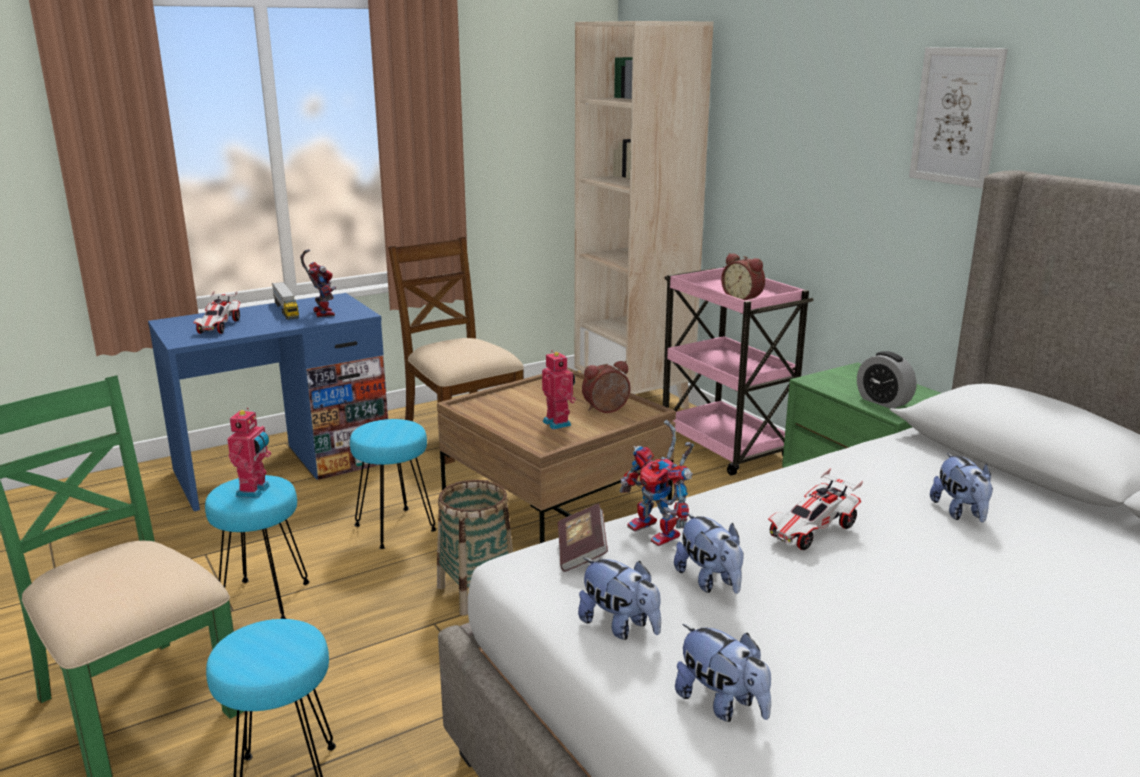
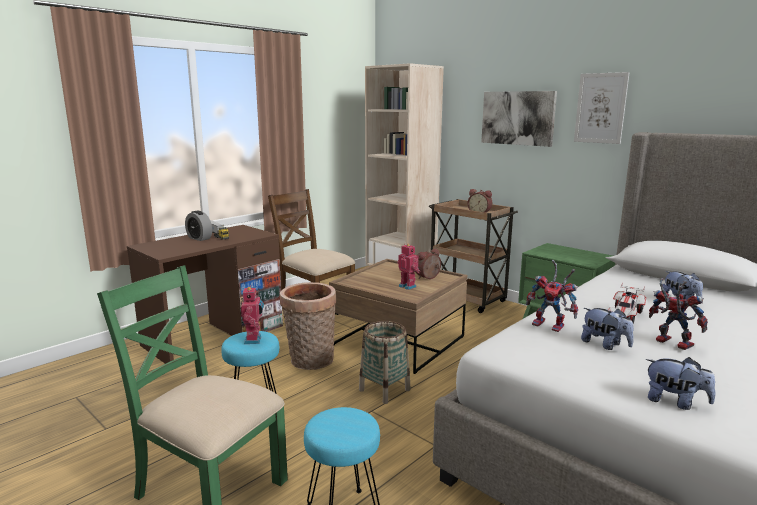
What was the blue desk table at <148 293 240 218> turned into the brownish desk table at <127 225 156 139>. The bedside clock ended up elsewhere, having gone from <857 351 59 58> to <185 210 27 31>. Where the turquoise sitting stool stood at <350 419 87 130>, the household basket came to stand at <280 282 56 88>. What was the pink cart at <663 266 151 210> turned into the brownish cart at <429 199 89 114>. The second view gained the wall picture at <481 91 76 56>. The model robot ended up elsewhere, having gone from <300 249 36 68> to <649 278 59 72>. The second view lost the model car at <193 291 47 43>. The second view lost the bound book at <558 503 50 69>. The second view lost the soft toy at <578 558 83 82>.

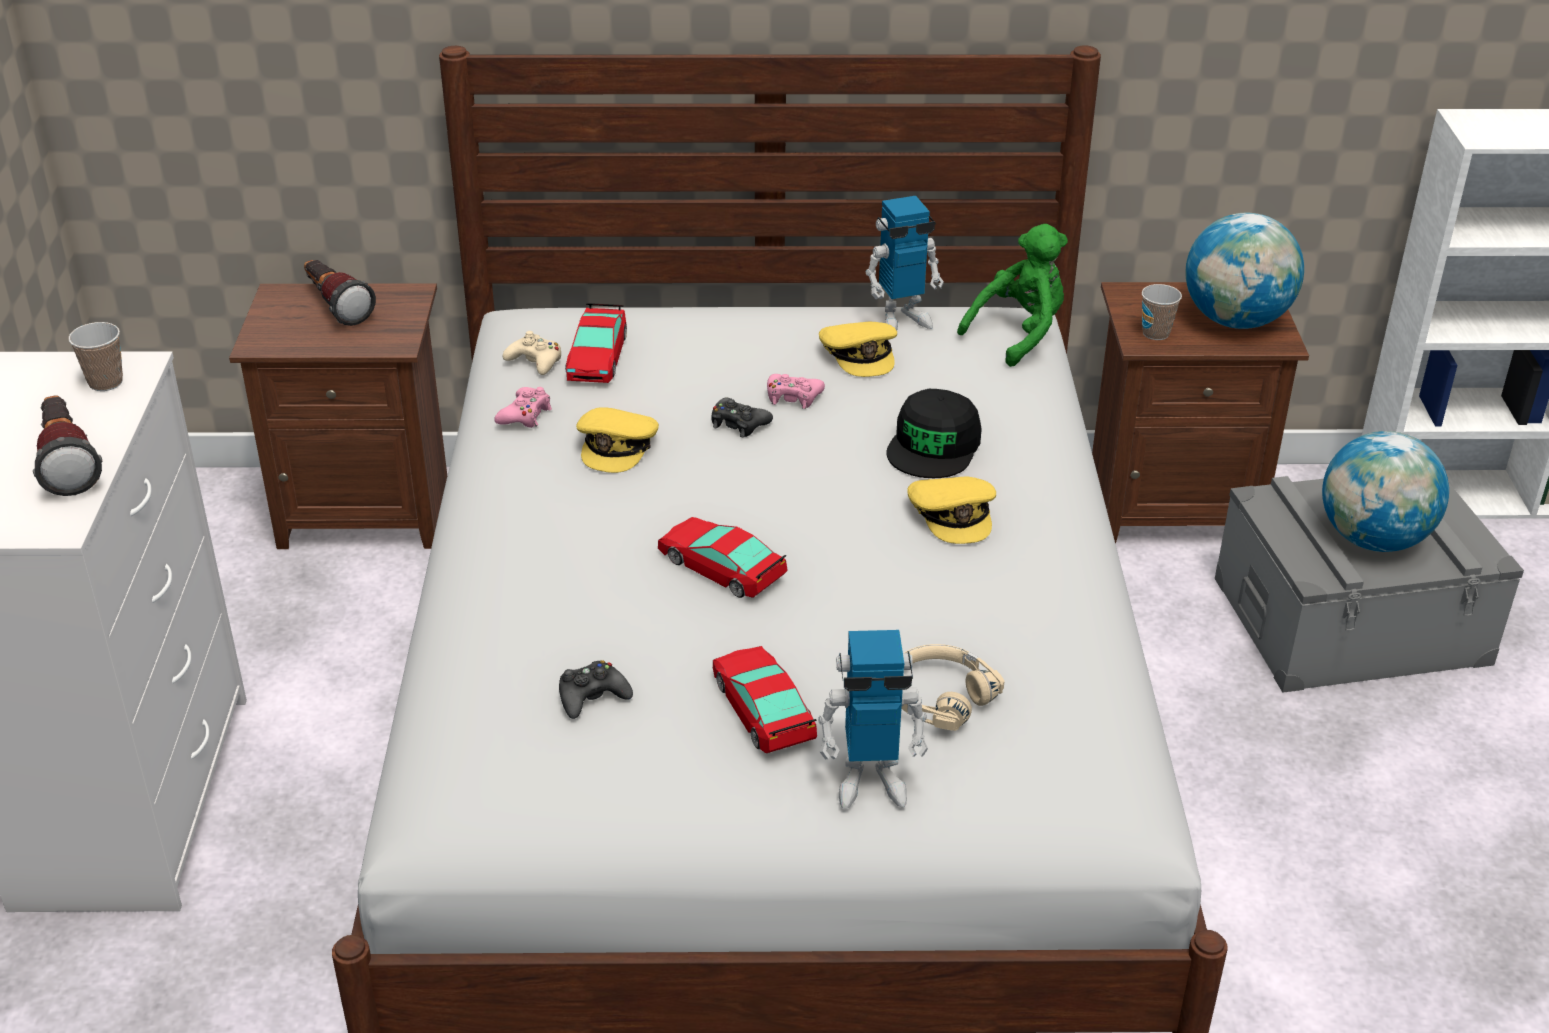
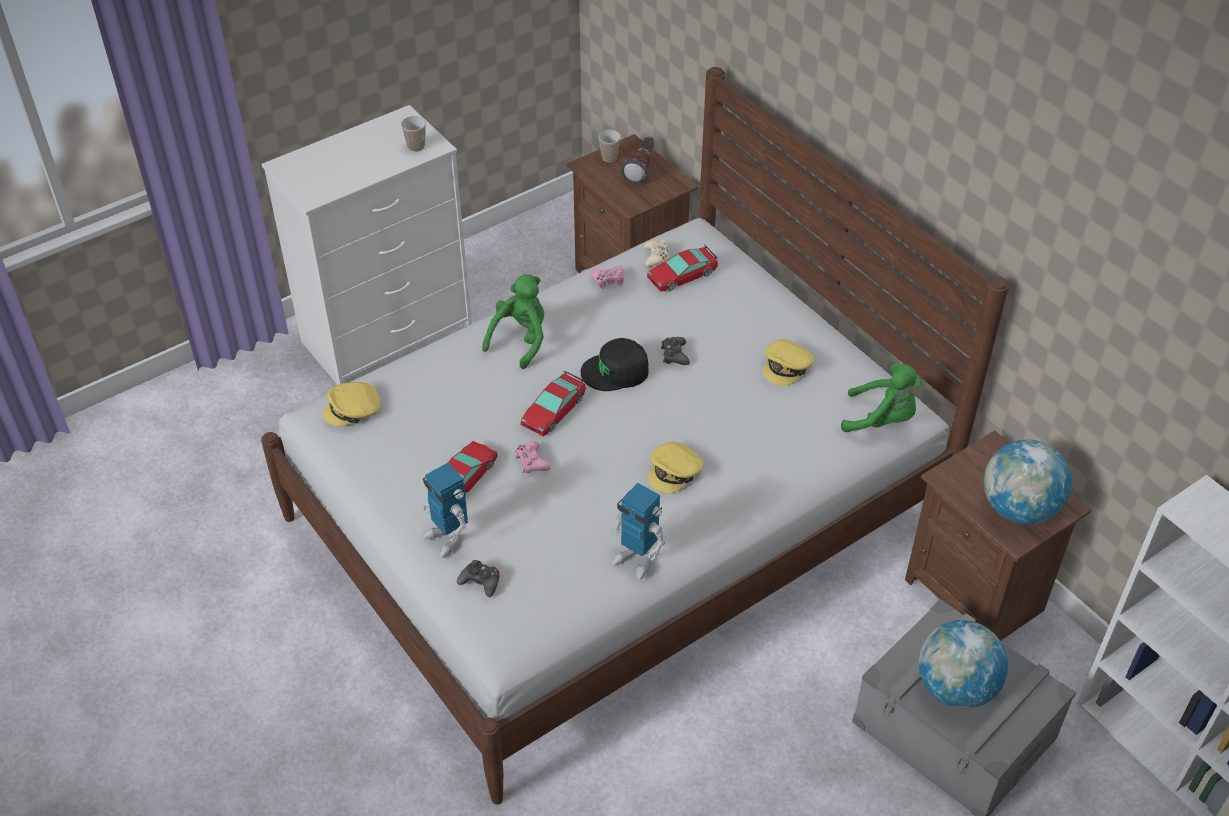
The yellow cap ended up elsewhere, having gone from <576 407 83 66> to <323 382 57 44>. The blackish gamepad ended up elsewhere, having gone from <559 660 74 59> to <457 560 43 37>. The second view gained the green soft toy at <482 274 62 95>. The pink gamepad ended up elsewhere, having gone from <767 374 58 35> to <515 441 35 32>. The model car at <658 517 130 81> ended up facing another way, 150 degrees counterclockwise from before. The blackish cap ended up elsewhere, having gone from <886 389 96 89> to <581 338 68 53>. The drinking cup ended up elsewhere, having gone from <1142 284 40 56> to <598 130 23 32>. The model robot ended up elsewhere, having gone from <866 196 78 135> to <609 483 56 97>. The second view lost the hand torch at <33 395 69 101>. The second view lost the beige-coloured headphones at <901 644 104 87>.

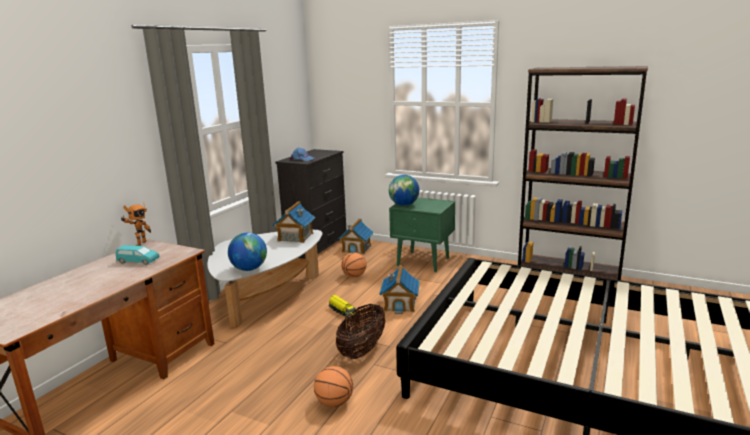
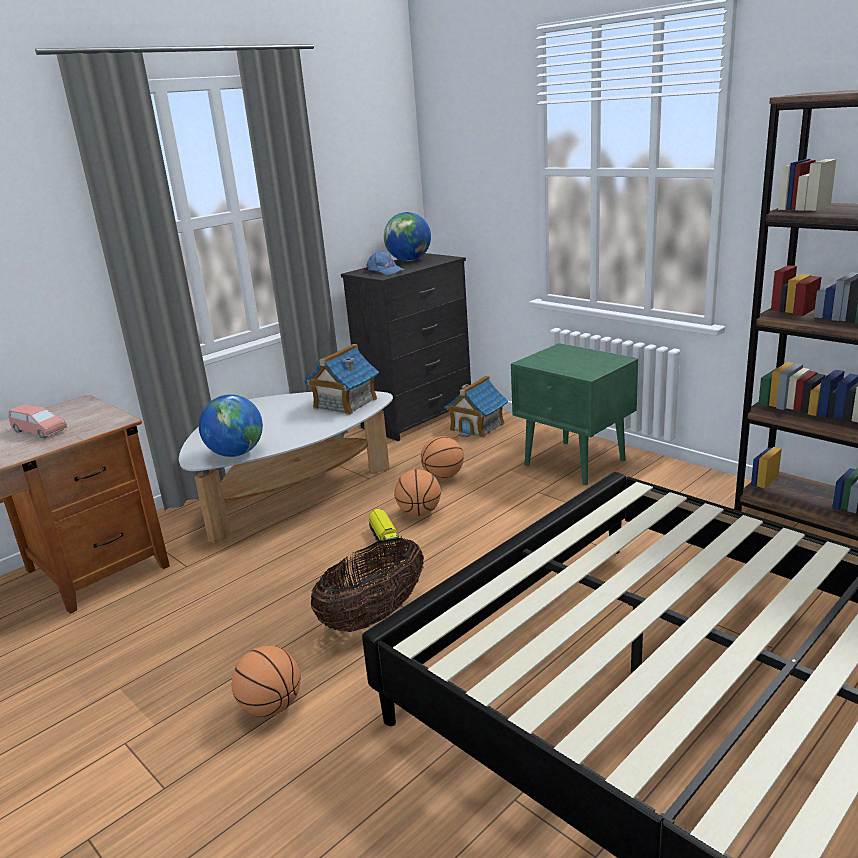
What was the turquoise model car at <116 245 43 20> turned into the pink model car at <9 404 58 35>. The globe ended up elsewhere, having gone from <389 175 30 31> to <384 212 47 49>. The second view gained the ball for basketball at <394 469 47 47>. The second view lost the model robot at <121 204 30 42>. The second view lost the miniature house at <379 265 41 49>.

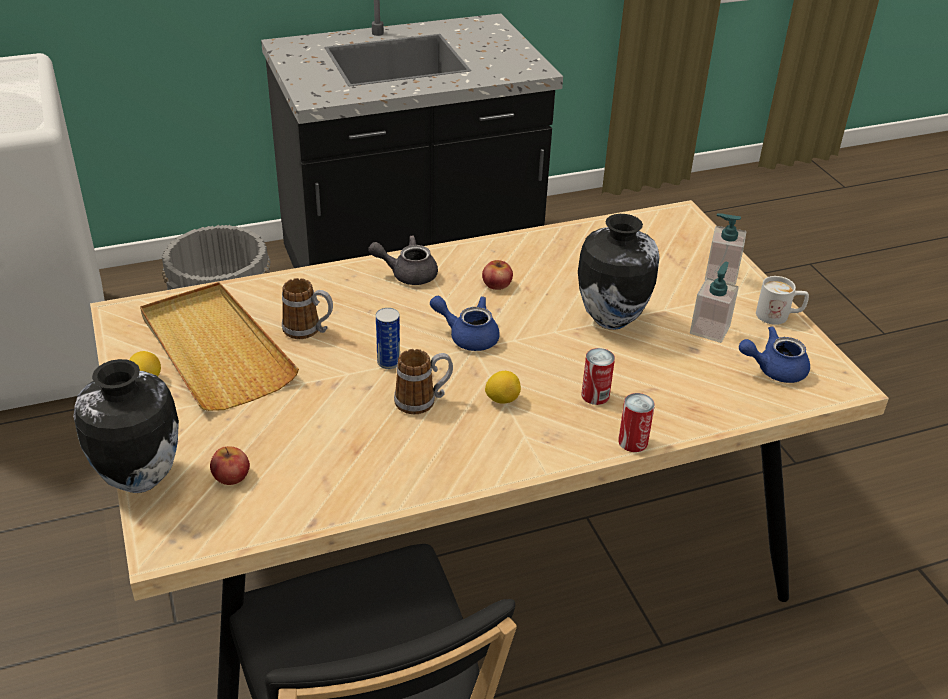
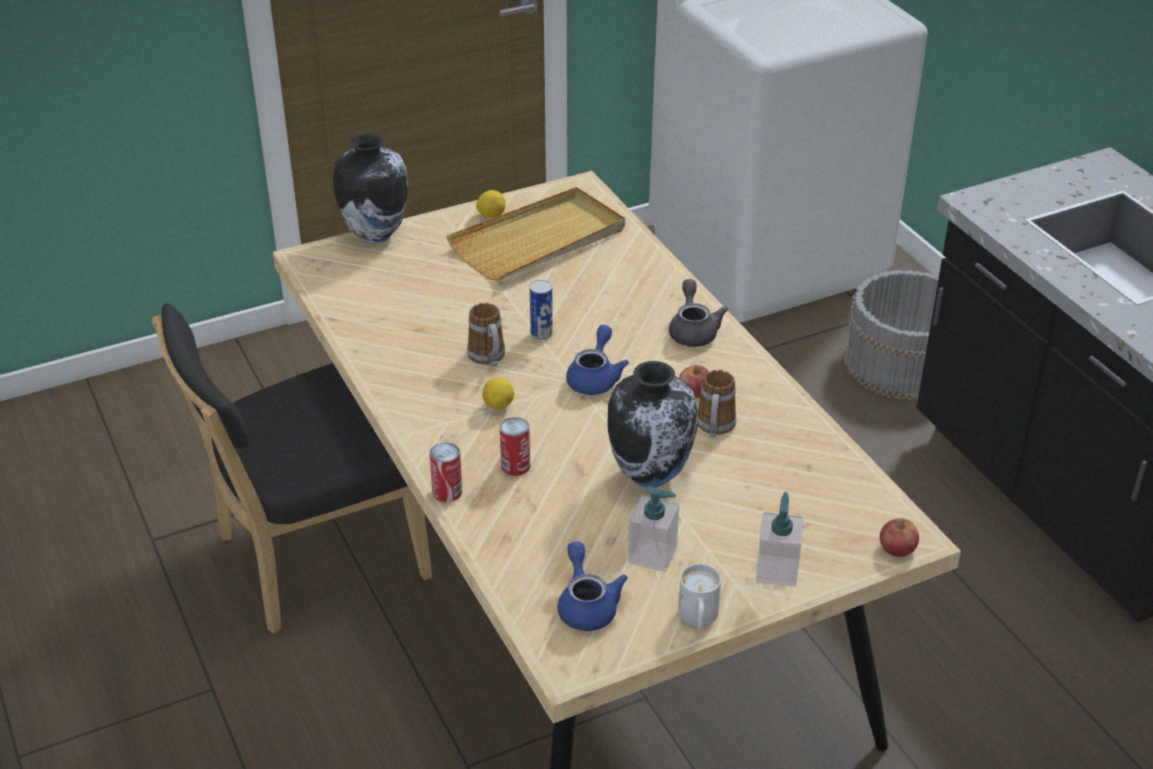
The tea mug ended up elsewhere, having gone from <282 278 51 61> to <697 370 39 68>. The apple ended up elsewhere, having gone from <210 446 40 39> to <880 518 39 39>.

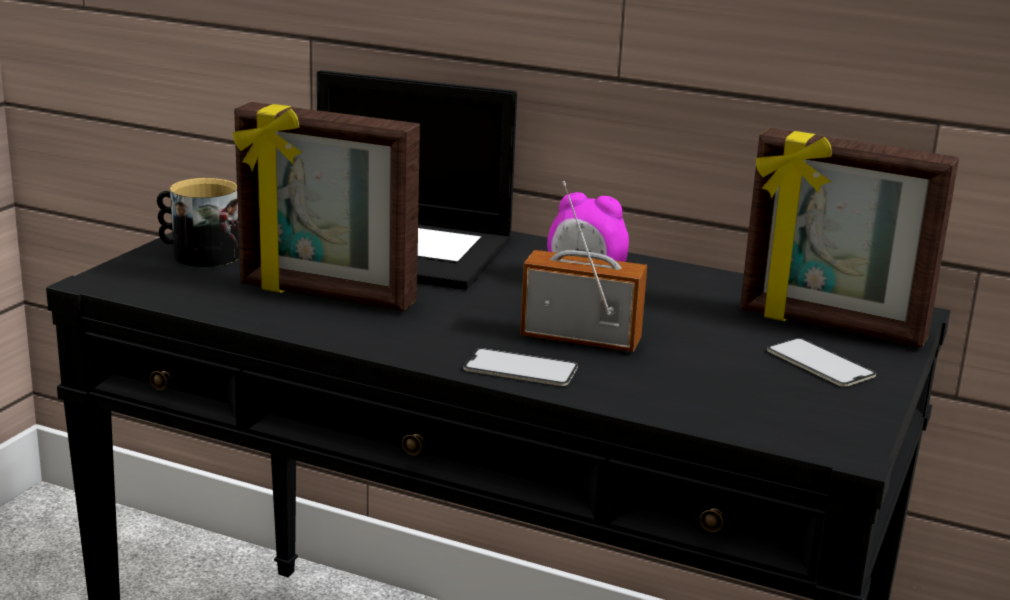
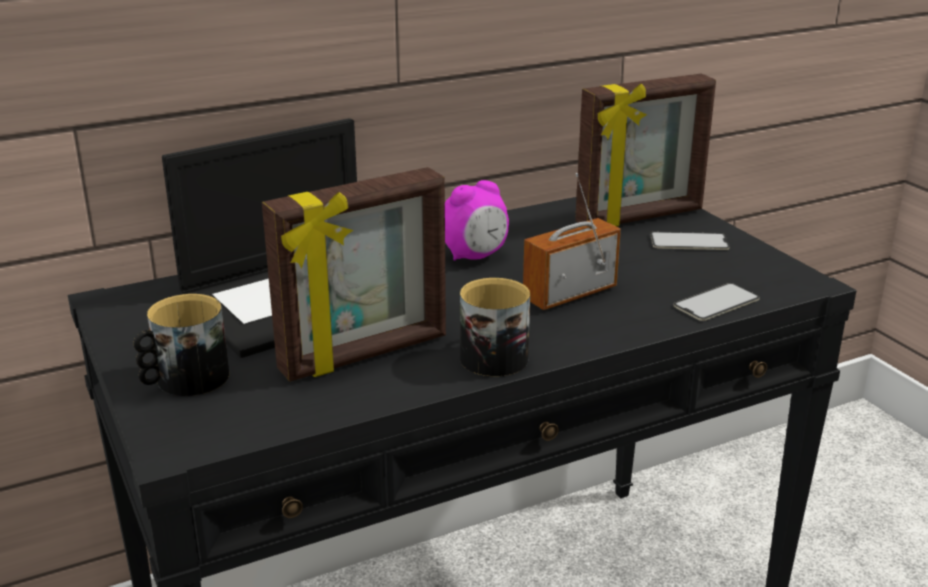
The second view gained the tea mug at <460 278 70 98>. The phone ended up elsewhere, having gone from <463 348 115 38> to <673 283 87 38>.

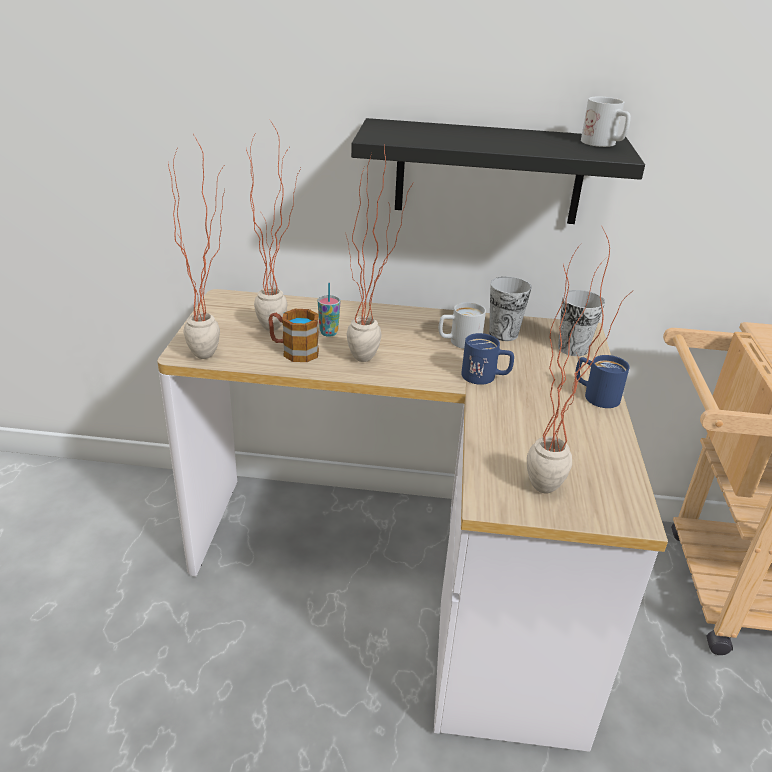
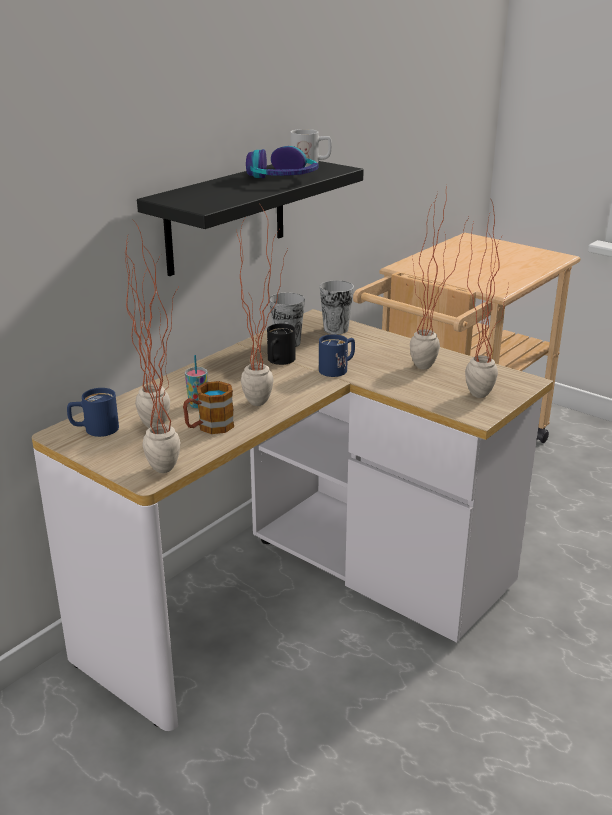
The blue tea mug ended up elsewhere, having gone from <576 355 54 53> to <67 388 52 49>. The second view gained the headphones at <246 146 73 32>. What was the whitish tea mug at <439 302 47 47> turned into the blackish tea mug at <267 324 28 41>. The second view gained the potted plant at <410 185 59 185>.

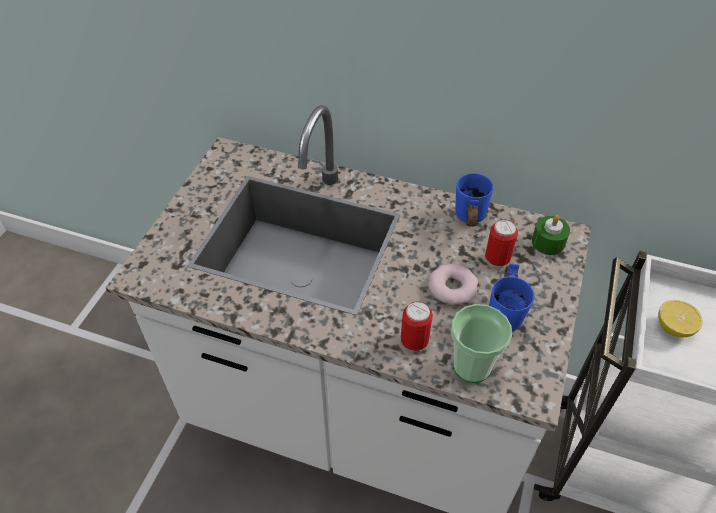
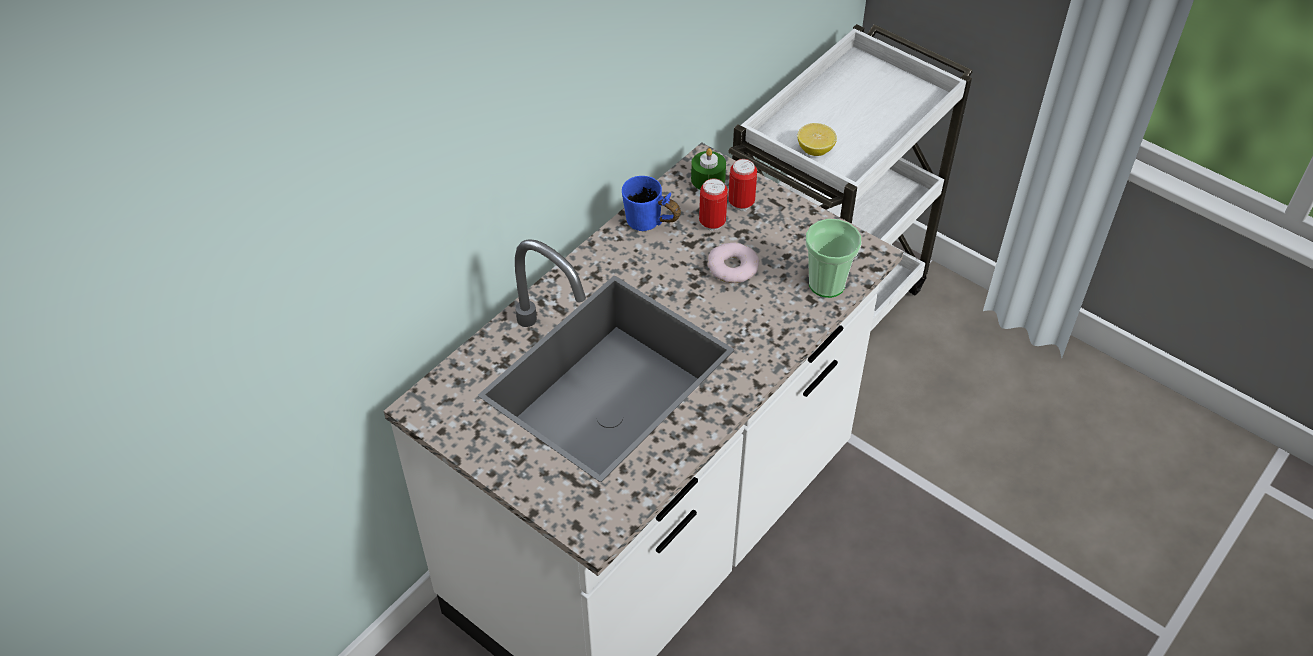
The metal can ended up elsewhere, having gone from <401 301 32 50> to <728 159 29 52>. The second view lost the blue tea mug at <489 264 45 67>.

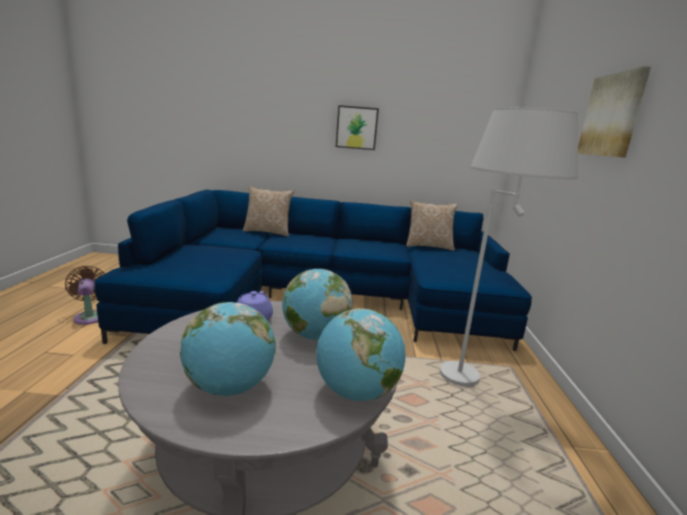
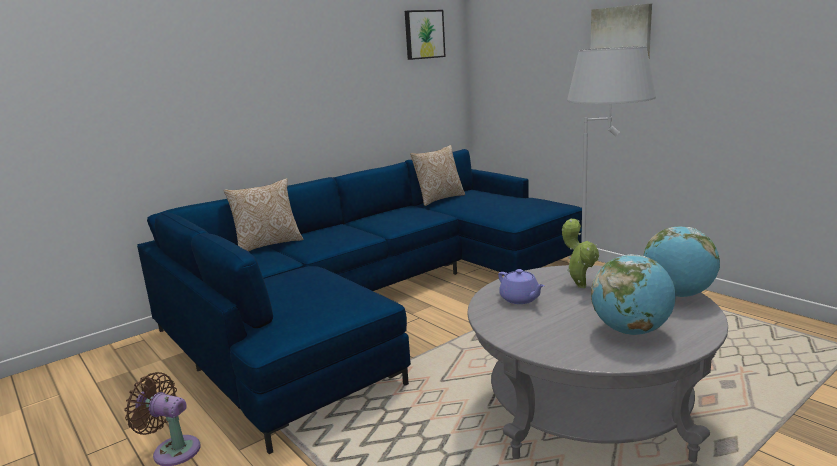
The wall picture ended up elsewhere, having gone from <336 105 43 45> to <405 10 41 50>. Where the globe stood at <282 269 71 71>, the potted plant came to stand at <562 219 38 69>.

